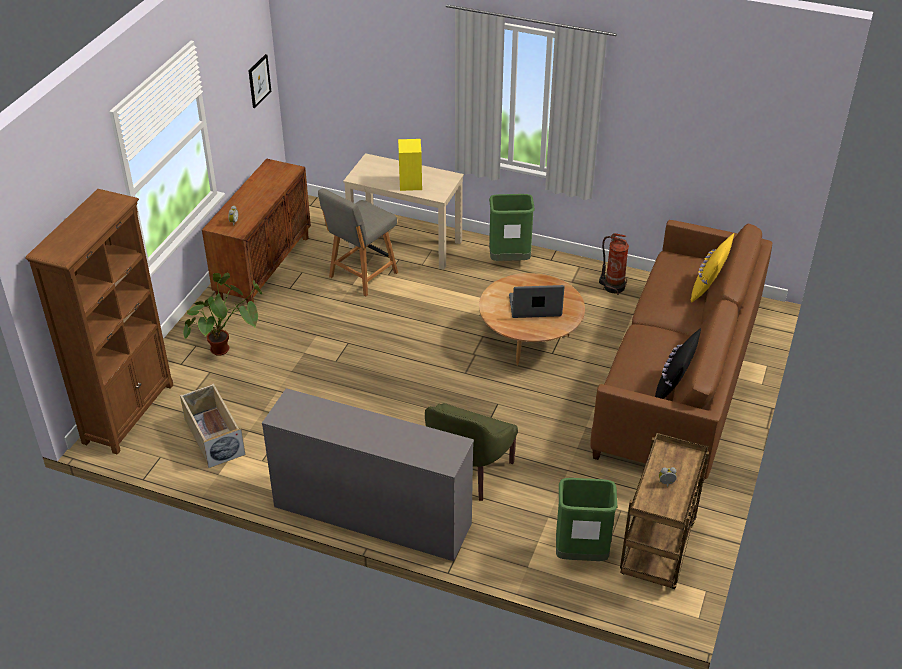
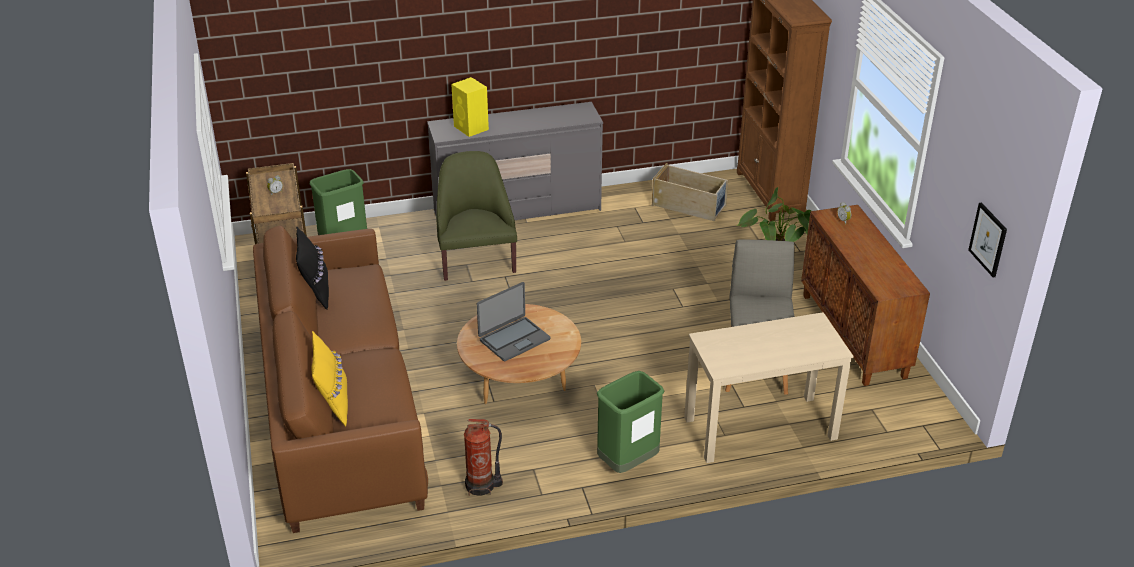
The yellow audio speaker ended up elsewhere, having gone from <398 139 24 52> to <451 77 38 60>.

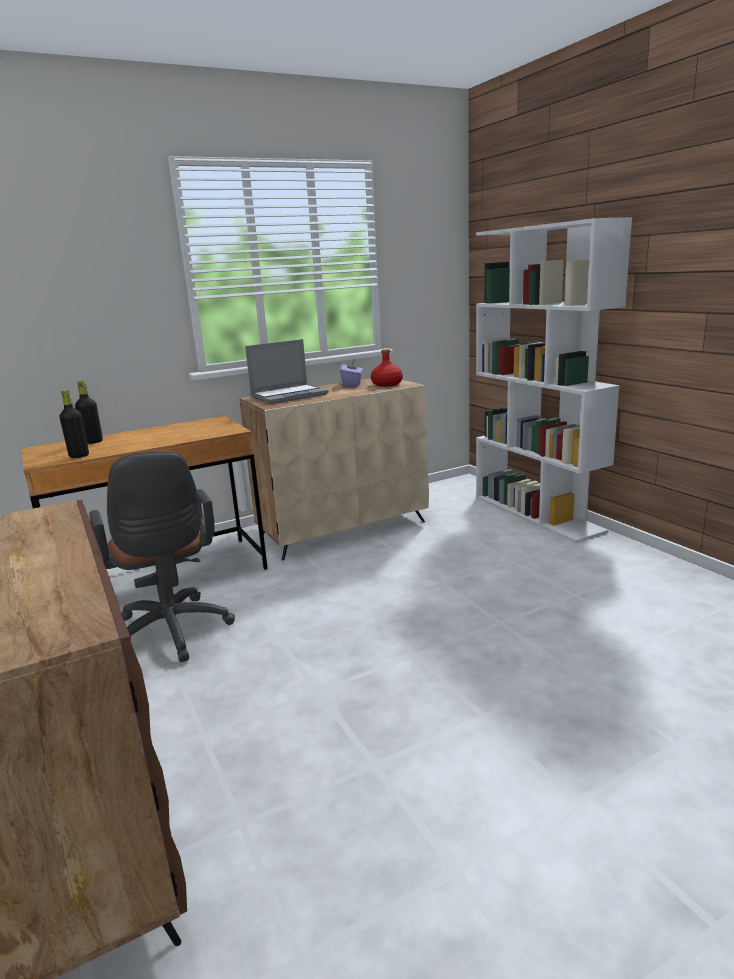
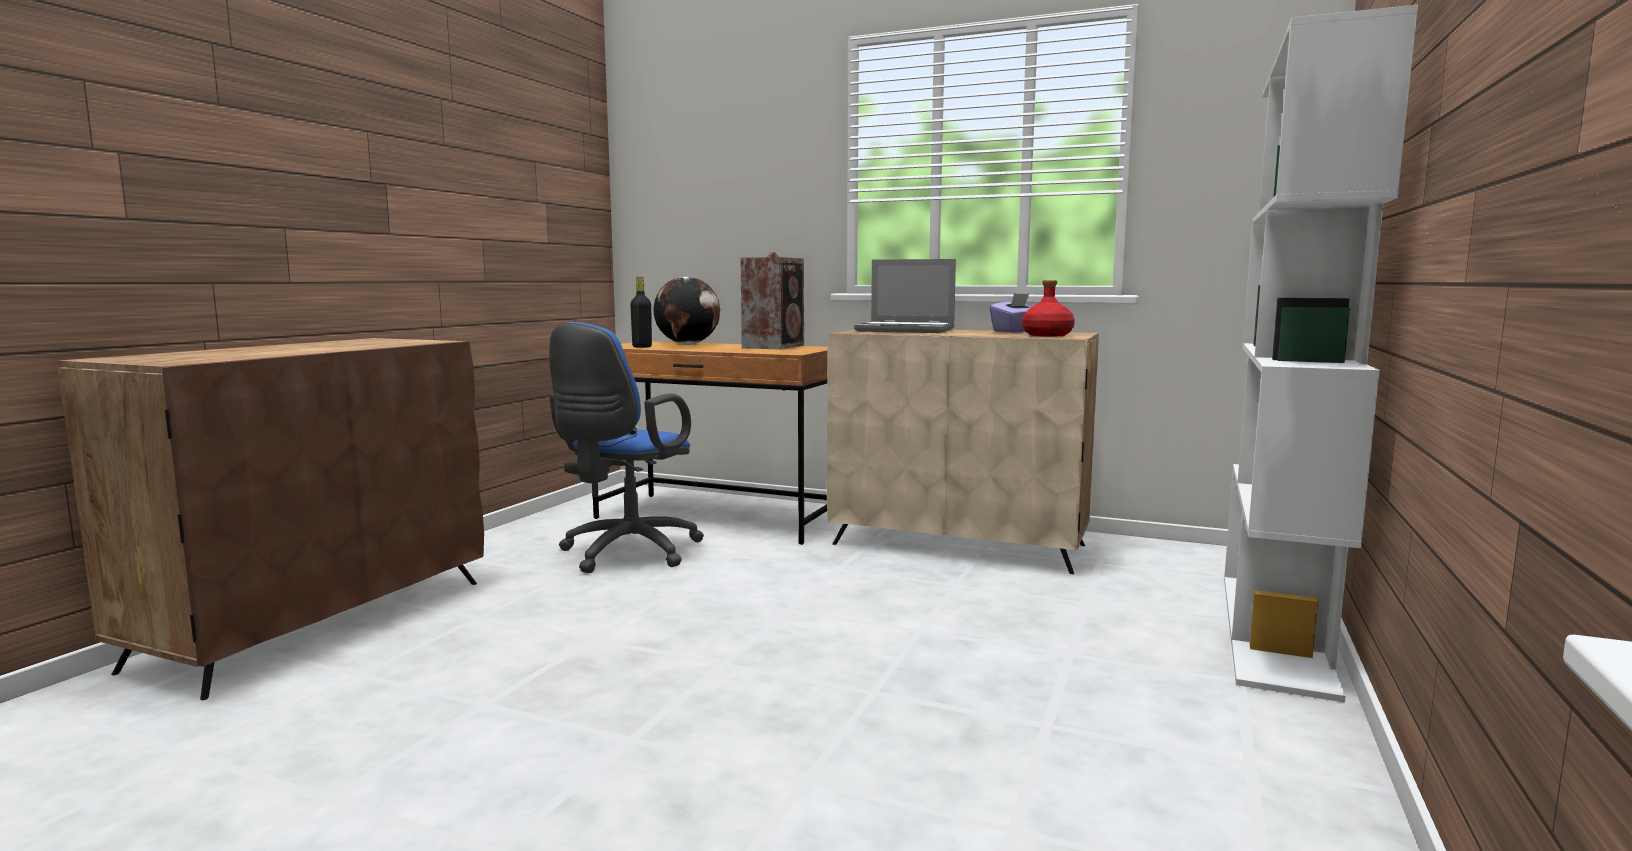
What was the brownish office chair at <89 450 146 212> turned into the blue office chair at <549 322 155 251>. Where the blackish beverage bottle stood at <75 381 28 63>, the globe came to stand at <653 277 67 67>. The second view gained the audio speaker at <740 252 64 98>.

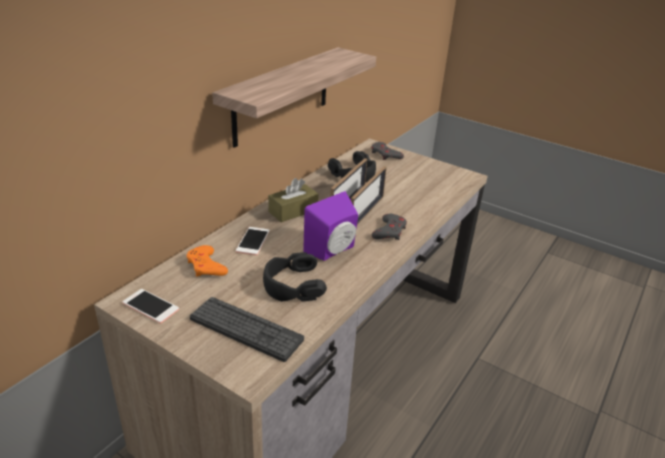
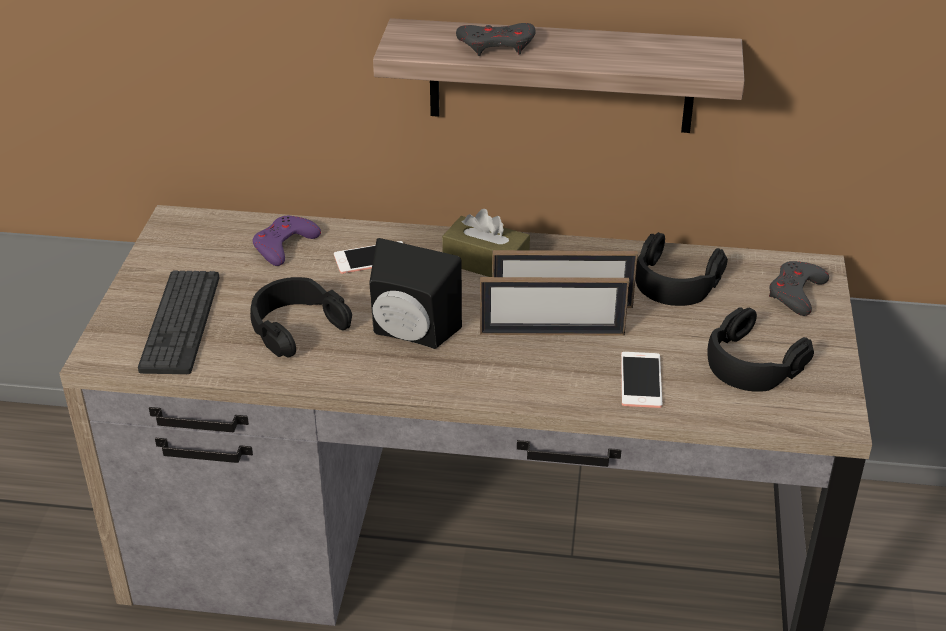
What was the orangey gamepad at <187 245 41 32> turned into the purple-coloured gamepad at <253 216 68 50>. What was the purple-coloured audio speaker at <303 191 55 70> turned into the blackish audio speaker at <369 238 93 111>. The gray gamepad ended up elsewhere, having gone from <372 214 35 26> to <456 23 80 33>. The phone ended up elsewhere, having gone from <123 289 56 34> to <621 352 41 56>. The second view gained the blackish headphones at <707 307 107 85>.

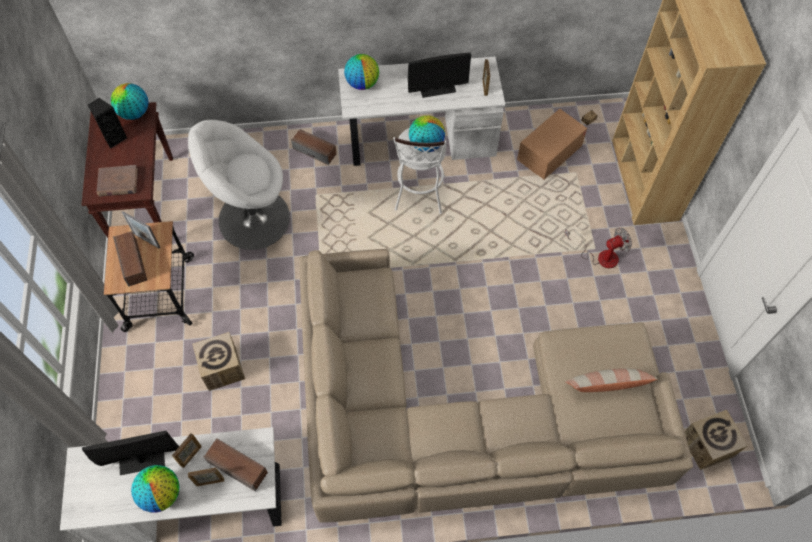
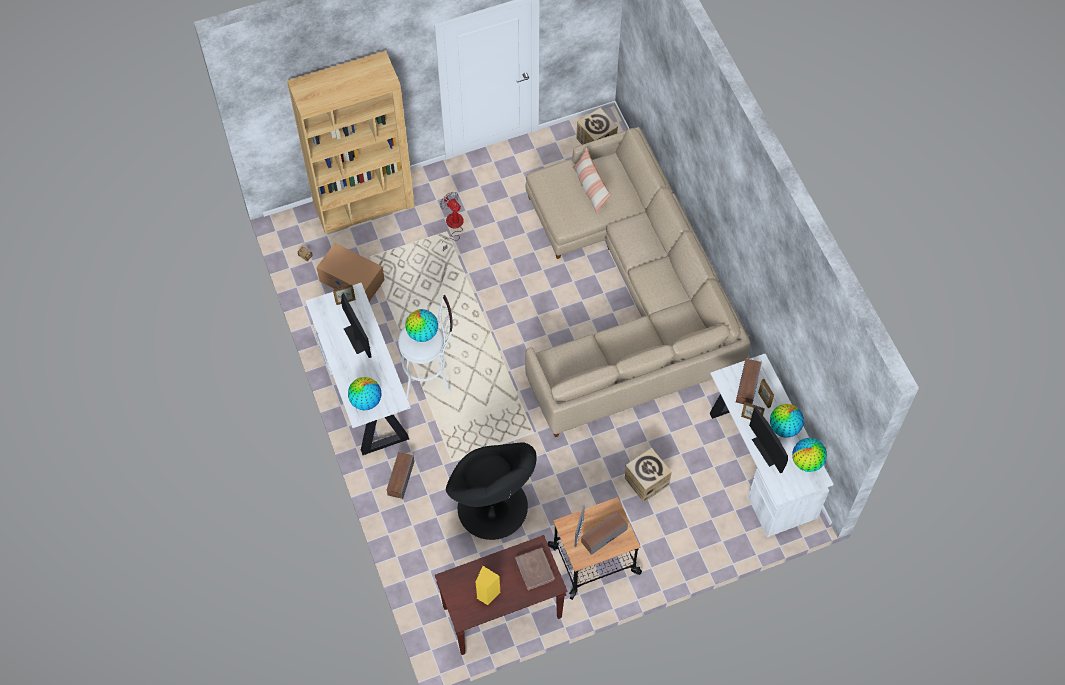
What was the whitish easy chair at <188 120 102 130> turned into the blackish easy chair at <446 443 91 97>. What was the blackish audio speaker at <88 98 39 51> turned into the yellow audio speaker at <475 566 26 39>. The globe ended up elsewhere, having gone from <111 83 37 37> to <792 438 35 34>.

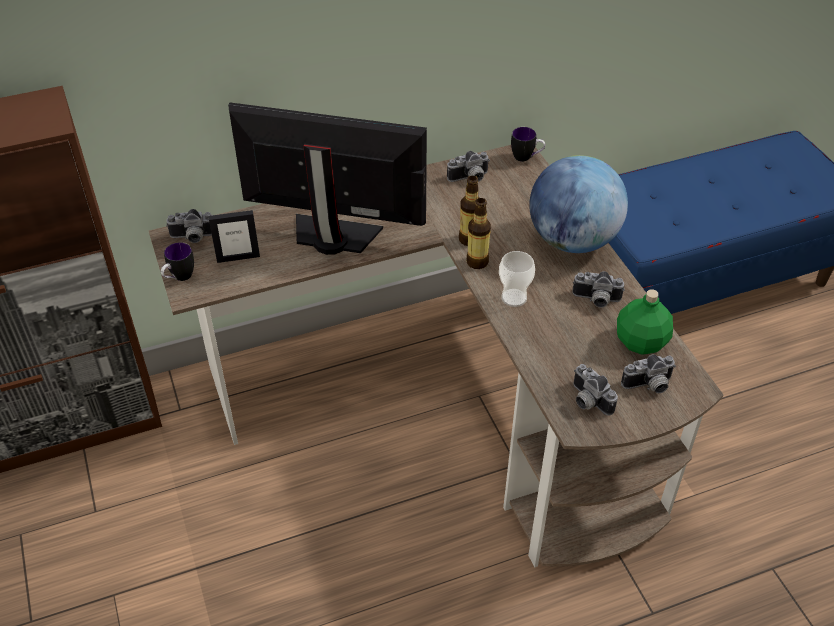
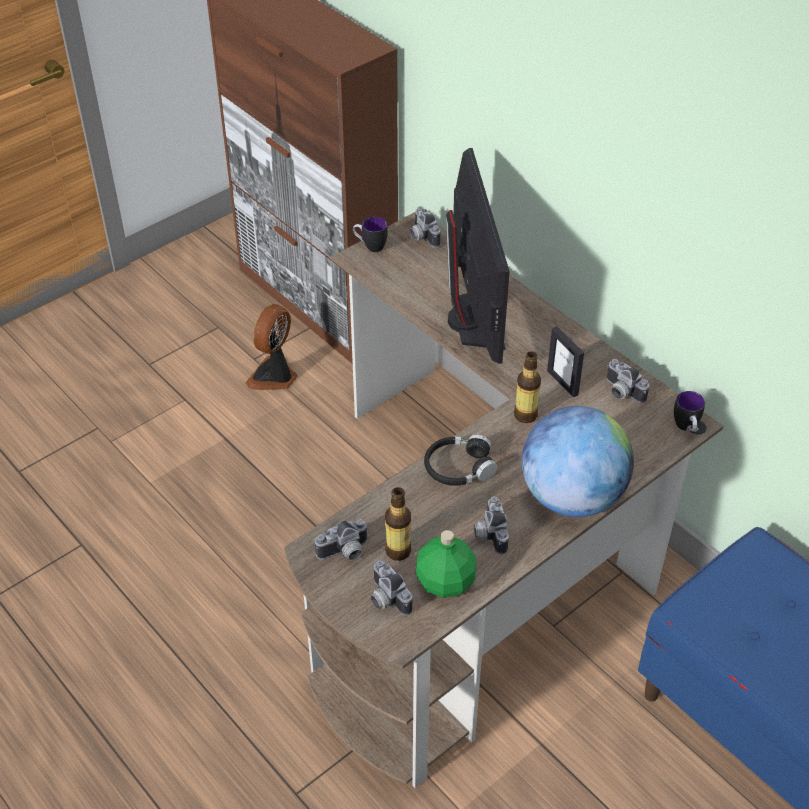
The second view gained the electric fan at <245 304 53 86>. The photo camera at <573 364 45 52> ended up facing another way, 150 degrees counterclockwise from before. The beverage bottle ended up elsewhere, having gone from <466 198 25 71> to <385 487 26 74>. Where the drinking cup stood at <499 251 36 56>, the blackish headphones came to stand at <424 434 74 52>. The picture frame ended up elsewhere, having gone from <208 210 52 53> to <547 326 37 71>.

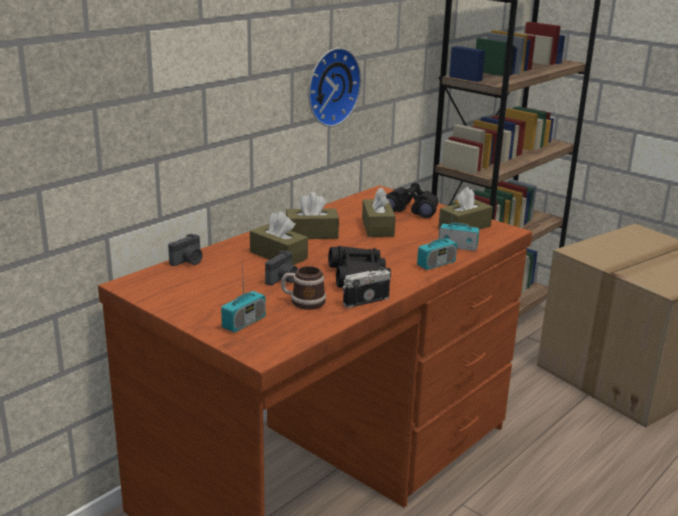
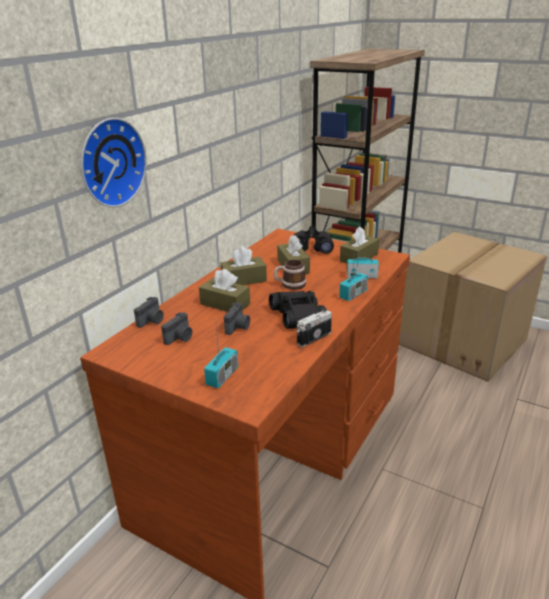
The hanging clock ended up elsewhere, having gone from <308 48 54 79> to <81 117 66 90>. The second view gained the photo camera at <161 312 31 33>. The tea mug ended up elsewhere, having gone from <281 266 45 44> to <274 260 32 30>.

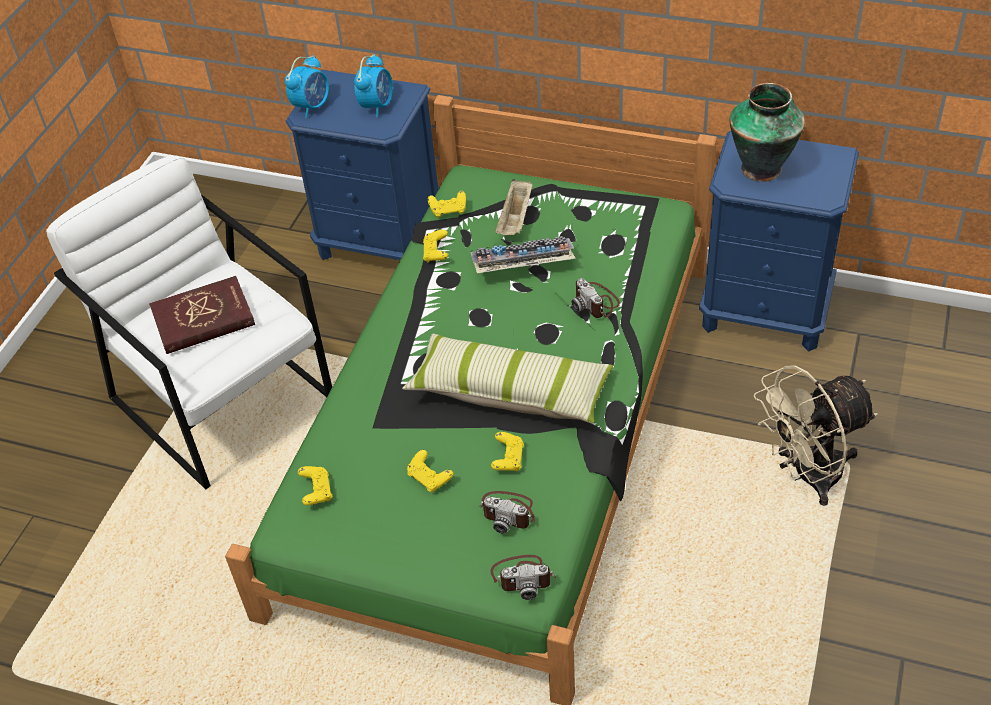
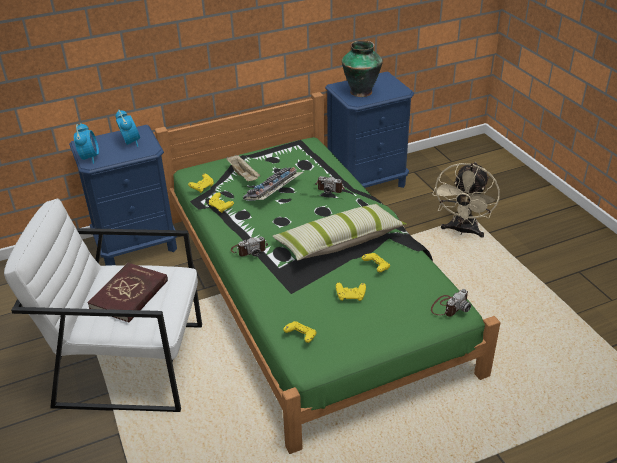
The photo camera ended up elsewhere, having gone from <480 491 55 43> to <231 236 37 21>.

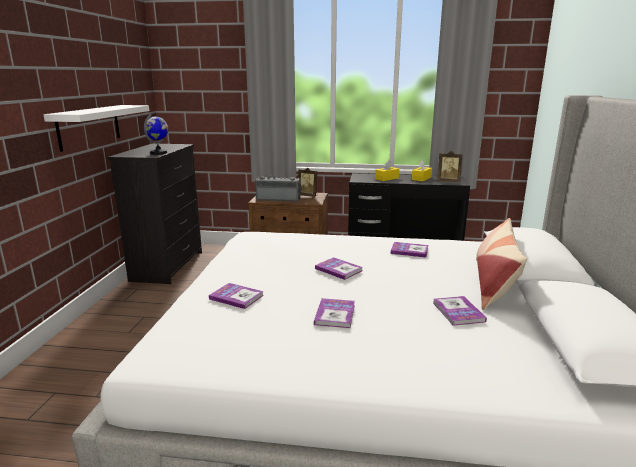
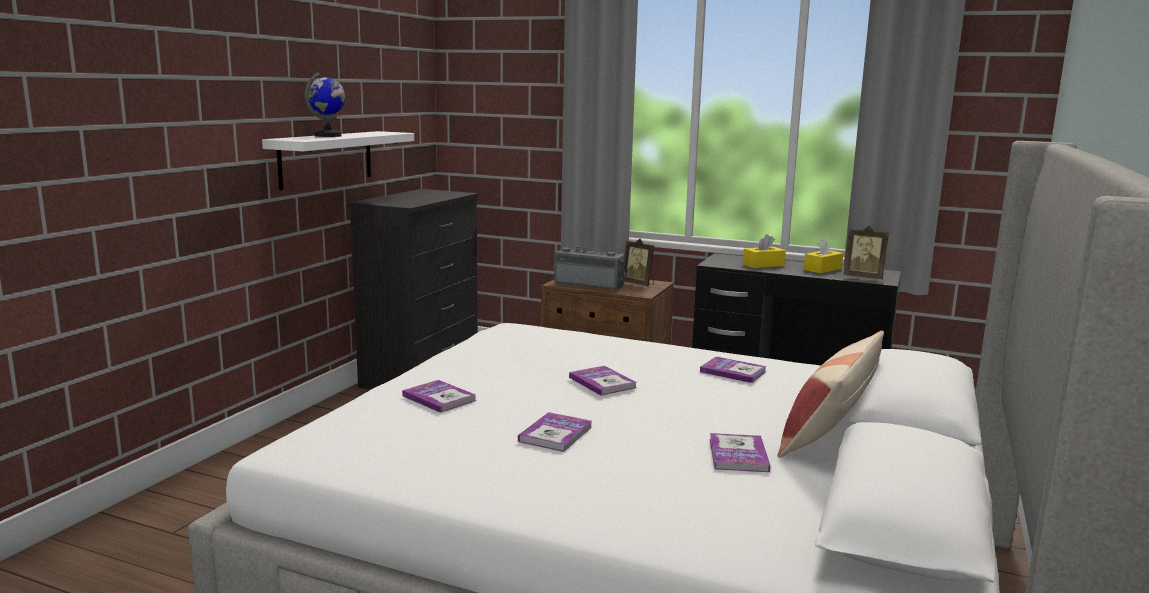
The globe ended up elsewhere, having gone from <144 114 24 41> to <305 72 41 65>.

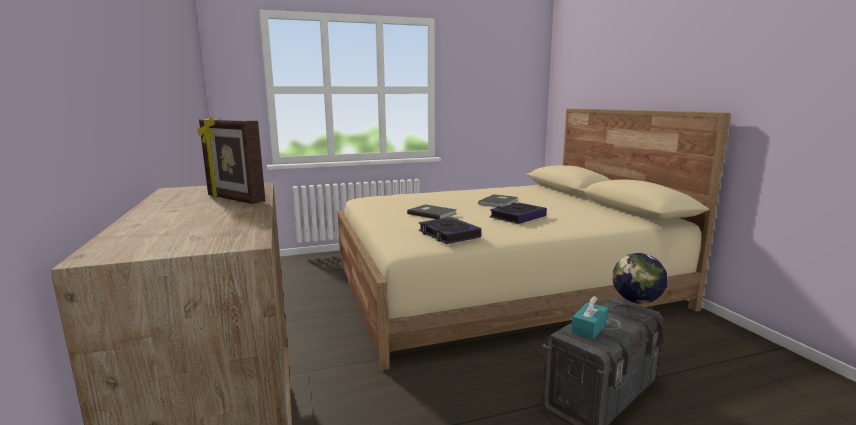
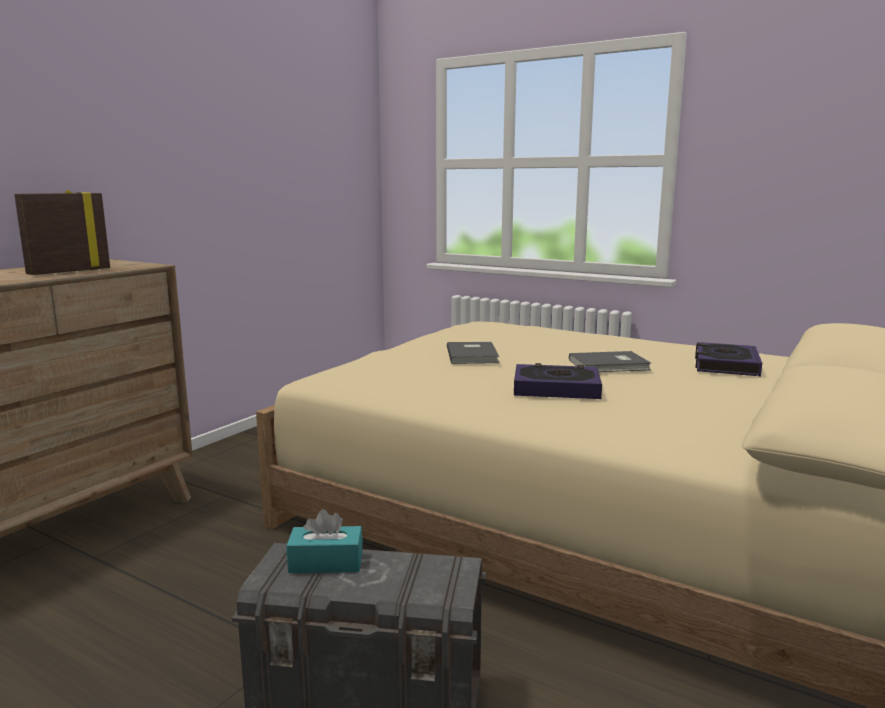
The picture frame at <197 116 68 88> ended up facing another way, 45 degrees clockwise from before. The bound book ended up elsewhere, having gone from <419 217 62 27> to <695 342 67 34>. The second view lost the globe at <612 253 55 66>.

